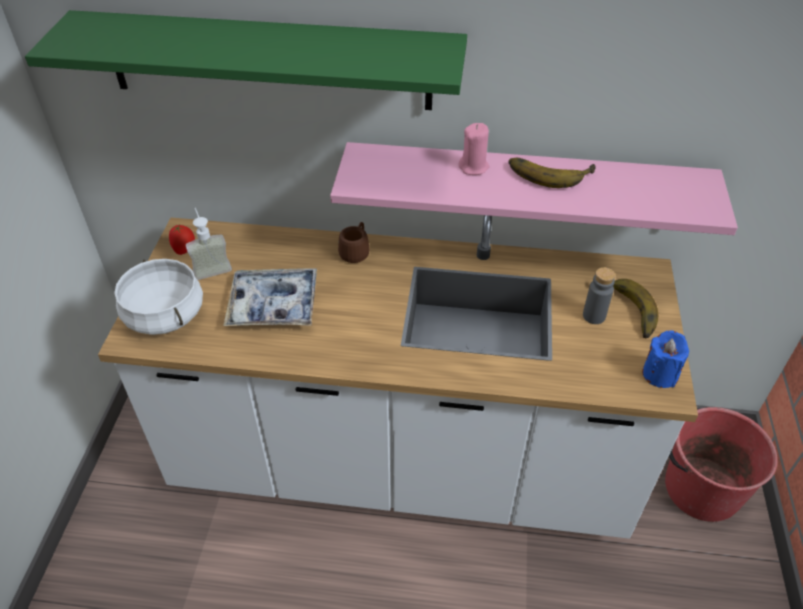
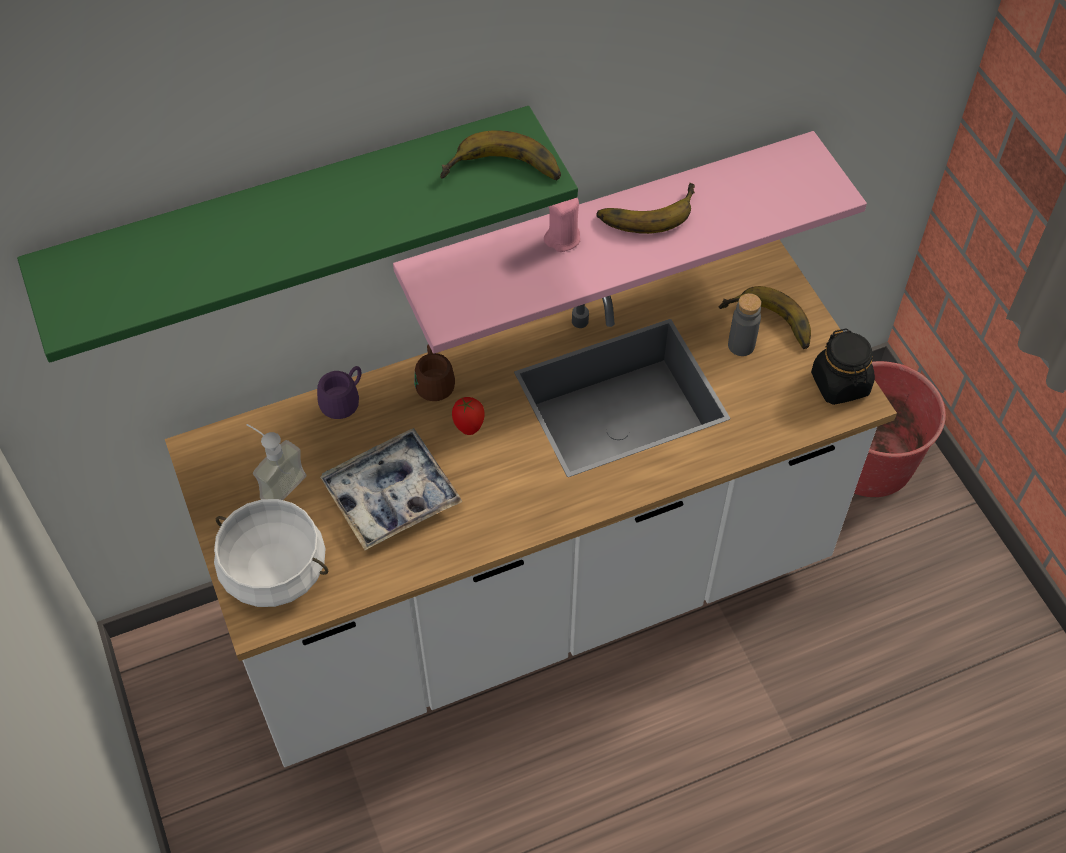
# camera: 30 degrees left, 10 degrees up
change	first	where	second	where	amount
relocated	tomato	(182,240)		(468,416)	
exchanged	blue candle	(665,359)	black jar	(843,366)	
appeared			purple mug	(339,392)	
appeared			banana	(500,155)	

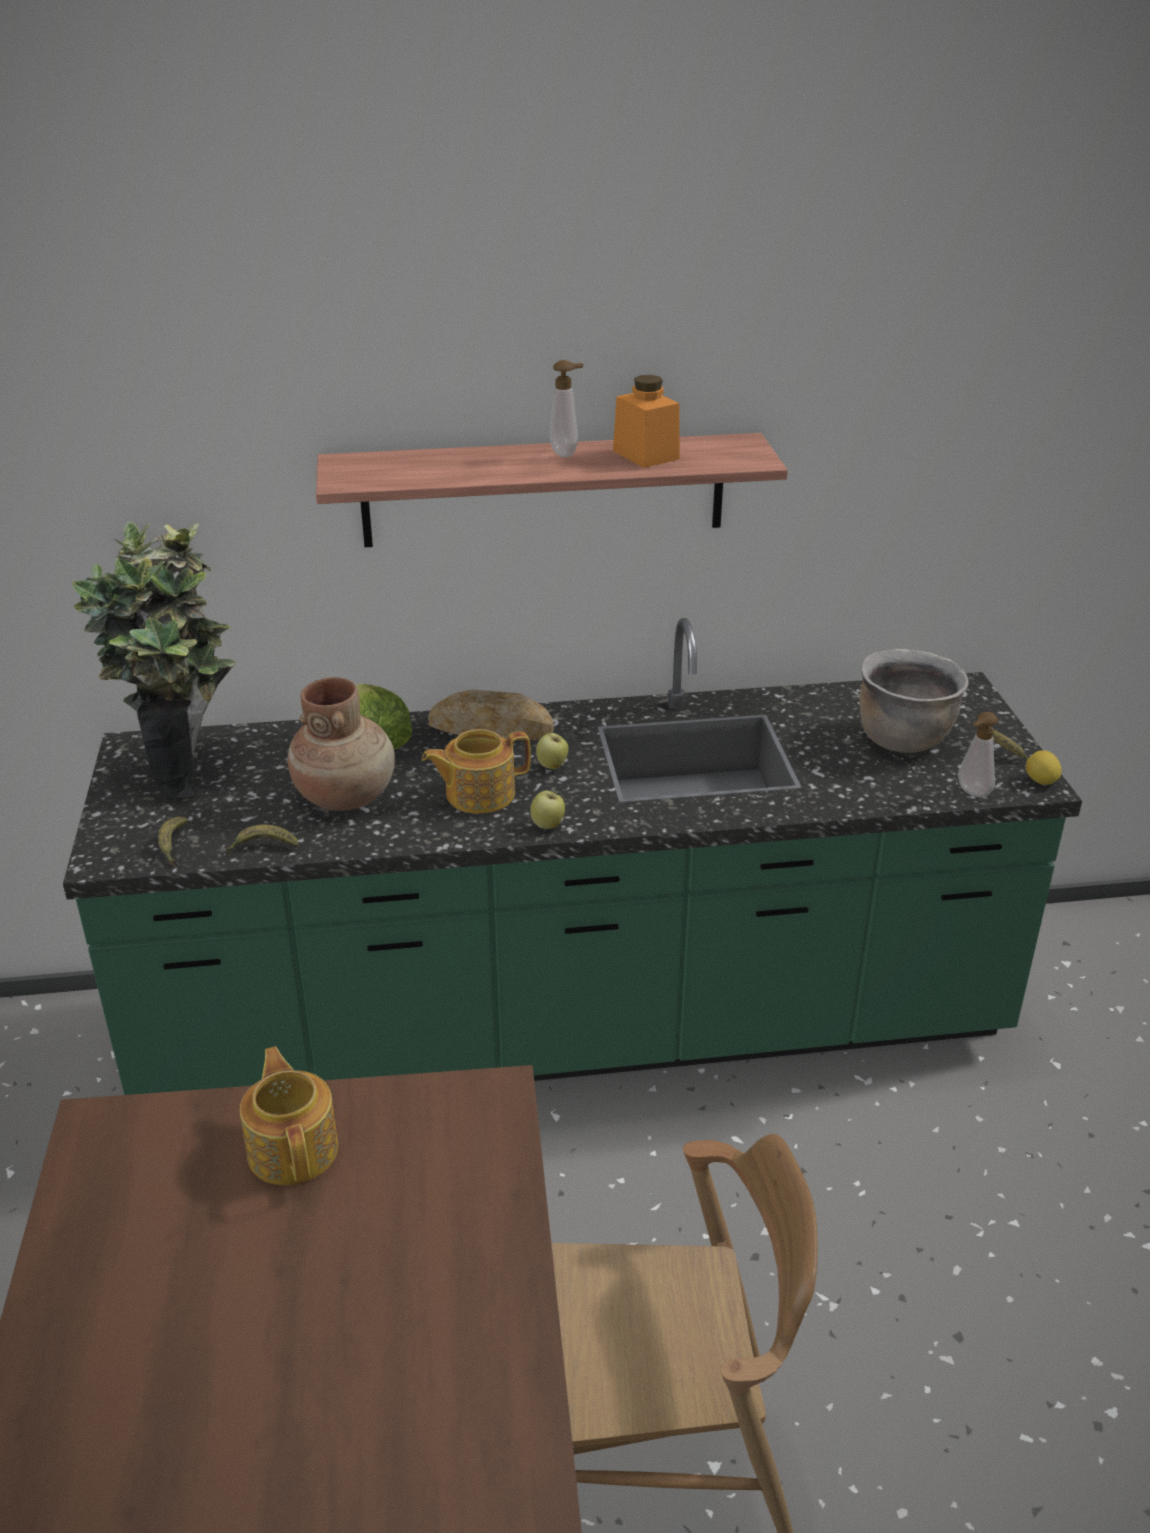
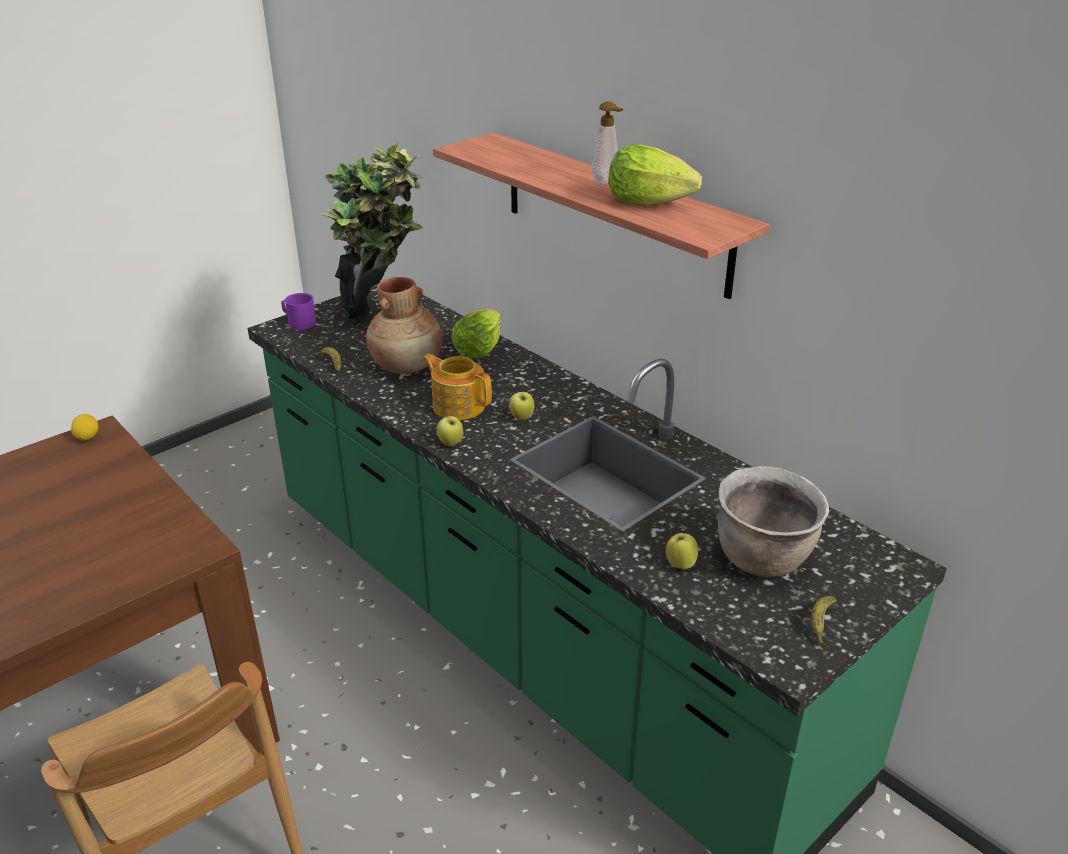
# camera: 55 degrees right, 0 degrees up
change	first	where	second	where	amount
missing	banana	(173,842)			
missing	teapot	(289,1116)			
missing	bread	(490,714)			
exchanged	orange jar	(646,421)	lettuce	(655,174)	
missing	soap dispenser	(978,754)			
relocated	lemon	(1043,767)		(85,427)	
appeared			purple mug	(298,311)	
appeared			apple	(682,550)	

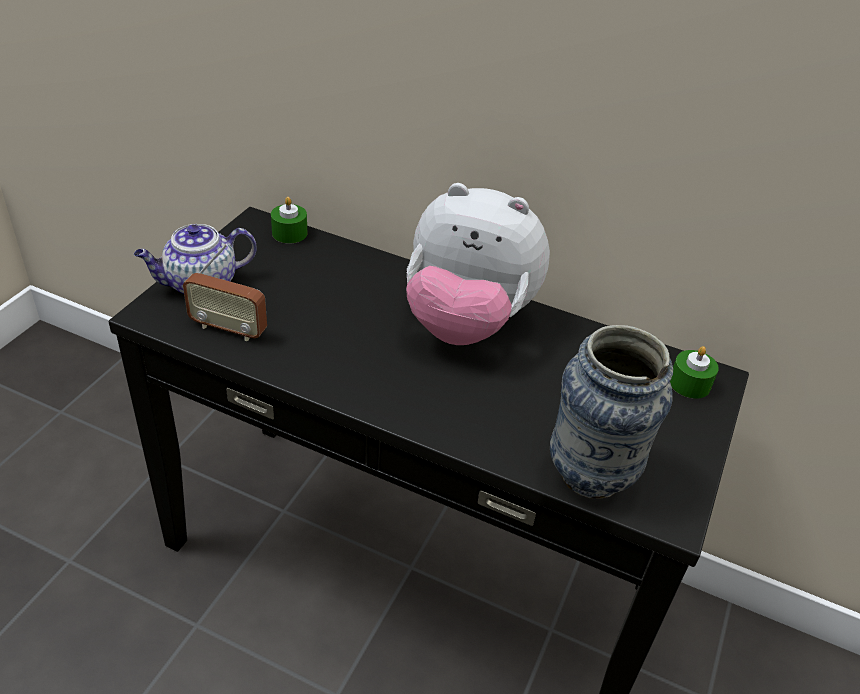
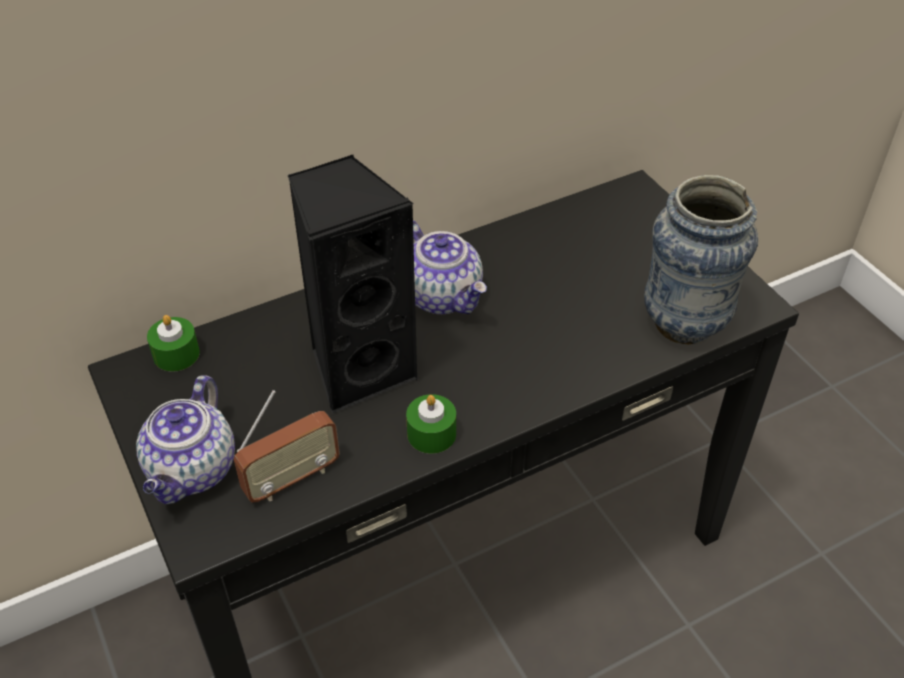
# camera: 50 degrees left, 5 degrees up
change	first	where	second	where	amount
exchanged	plush toy	(478,264)	teapot	(450,267)	
relocated	green candle	(694,372)		(431,424)	
appeared			black speaker	(354,284)	

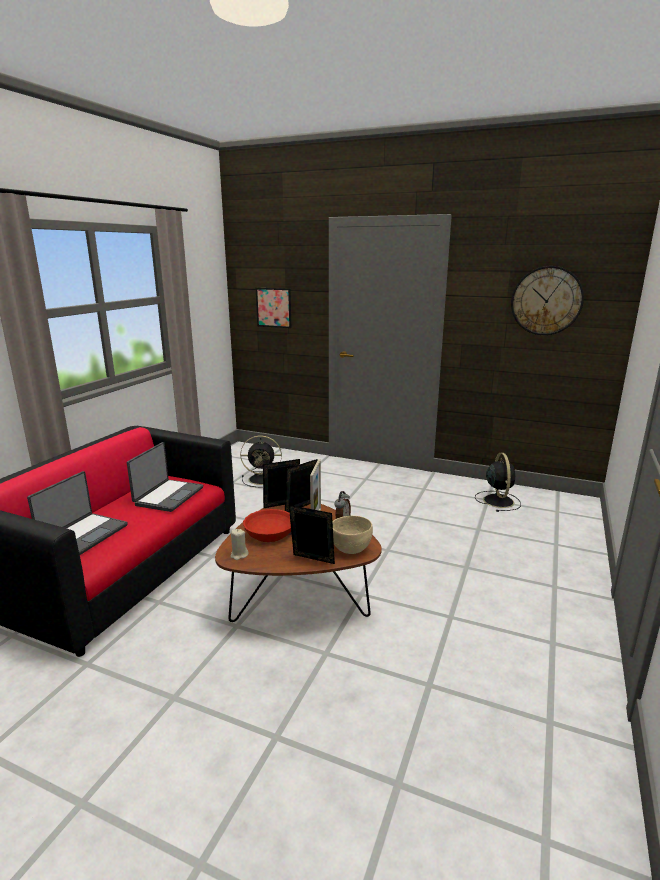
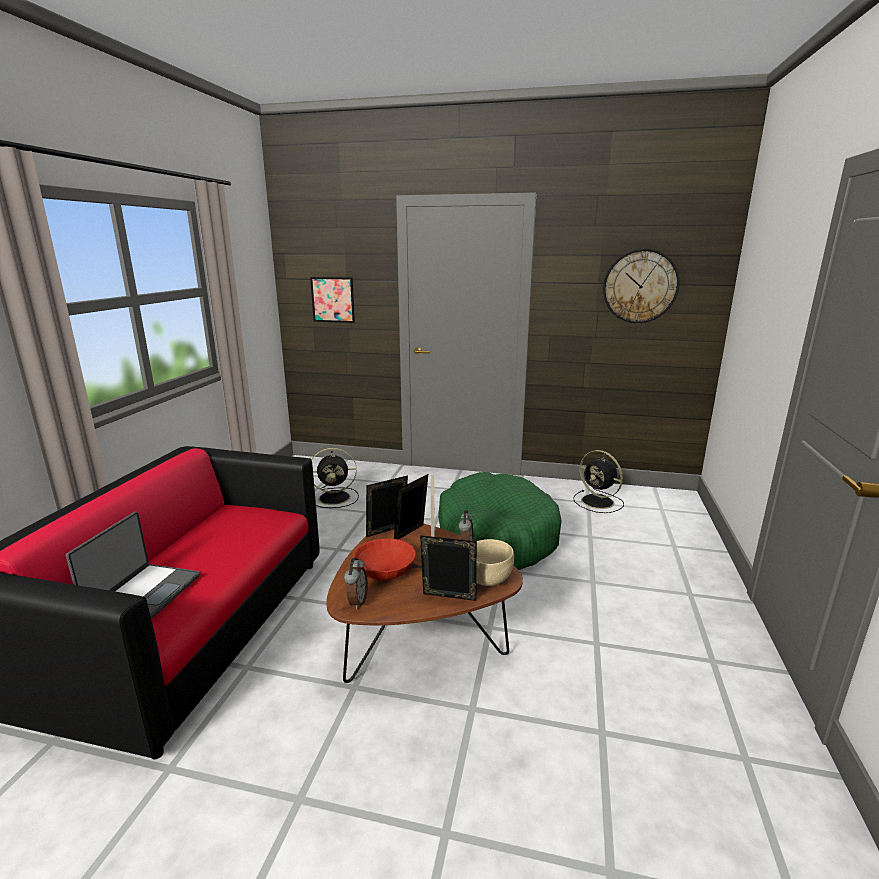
# camera: 10 degrees left, 0 degrees up
change	first	where	second	where	amount
missing	laptop	(165,477)			
exchanged	beige candle	(239,544)	alarm clock	(356,583)	
spun	black fan	(498,482)		(598,481)	150 degrees clockwise
appeared			green dog bed	(500,521)	

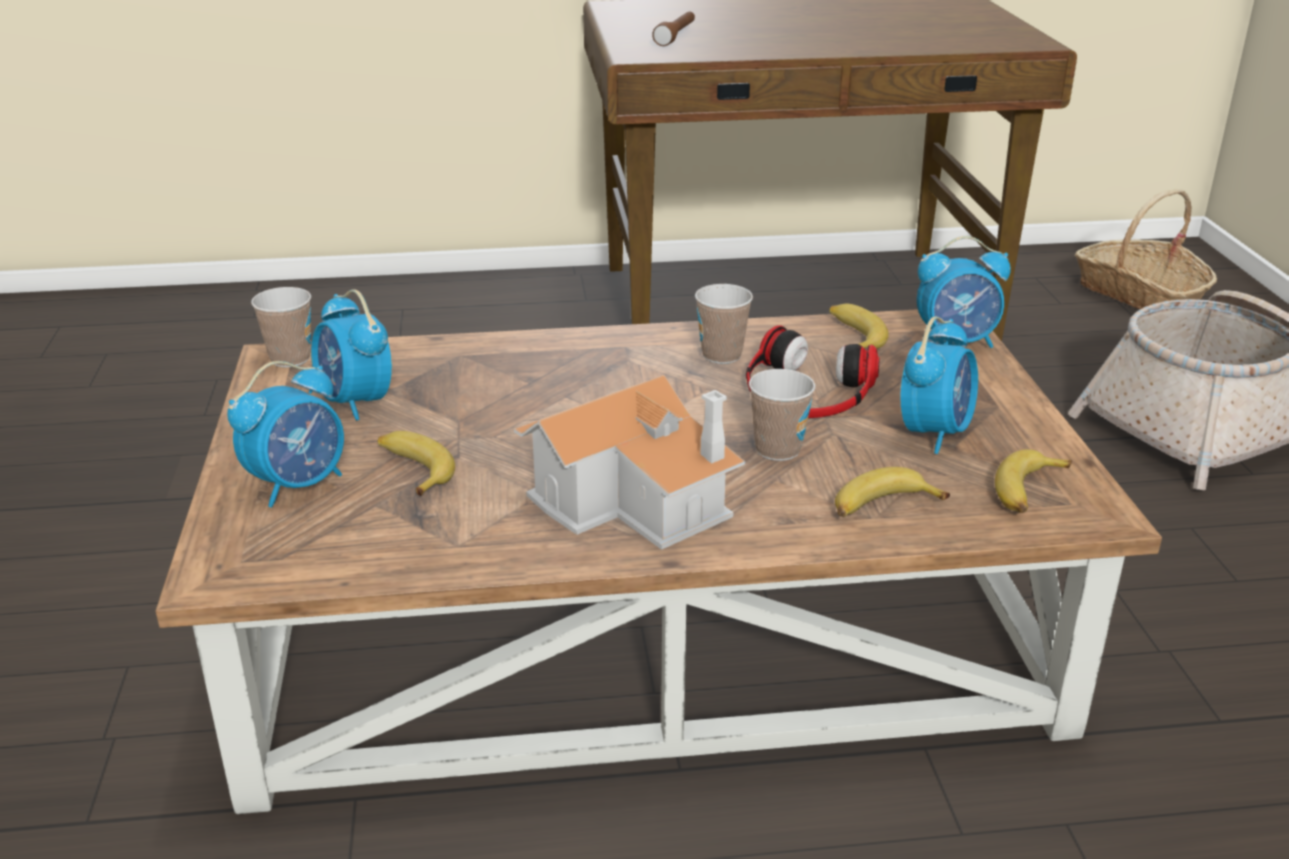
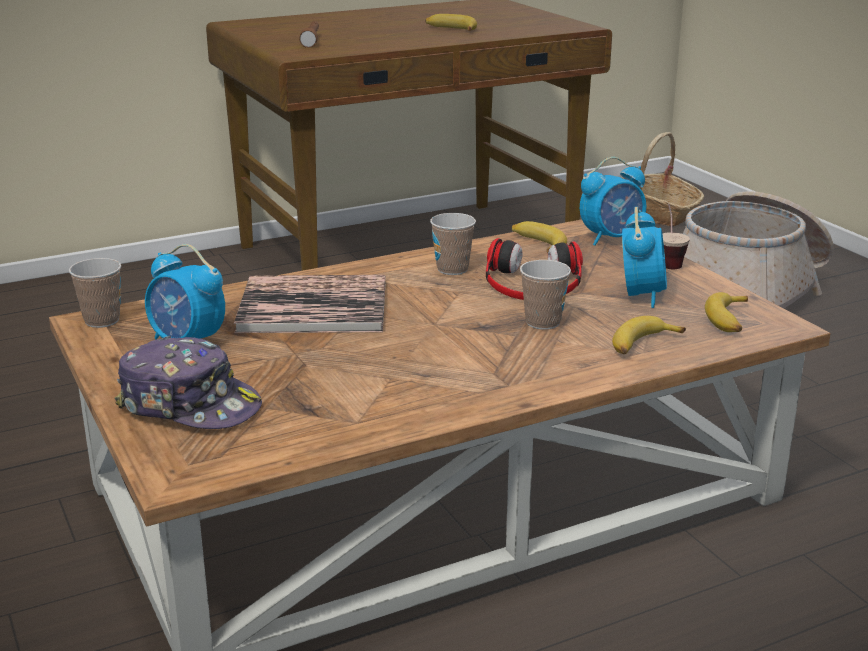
# camera: 20 degrees left, 5 degrees down
change	first	where	second	where	amount
exchanged	alarm clock	(285,434)	cap	(188,382)	
relocated	banana	(416,463)		(451,22)	
missing	toy house	(629,462)			
appeared			book	(310,304)	
appeared			cup	(676,236)	

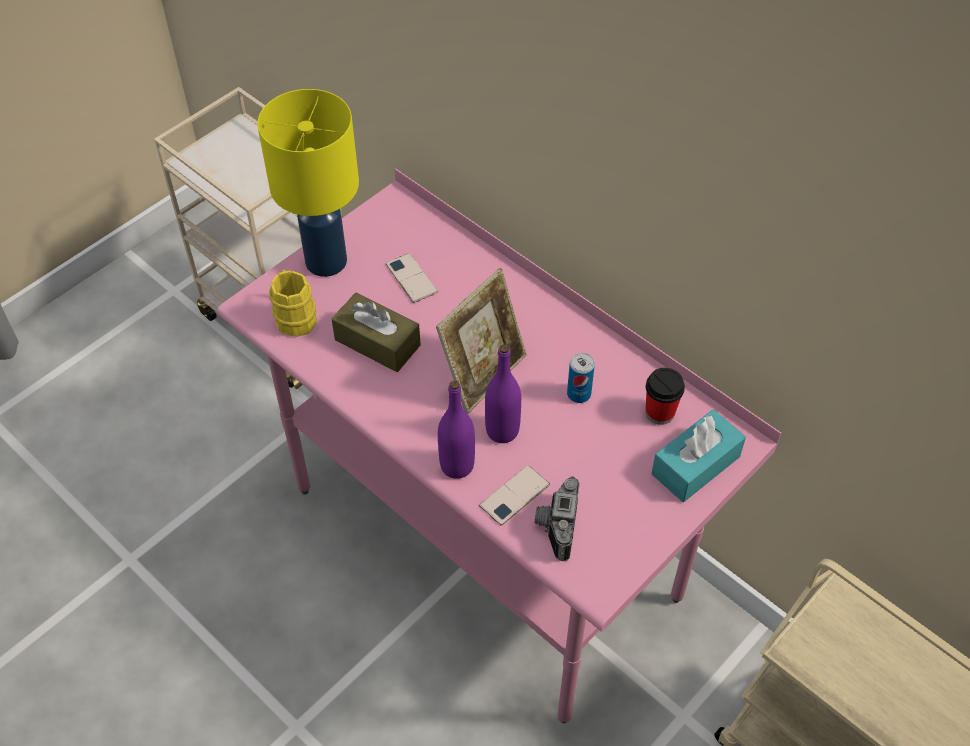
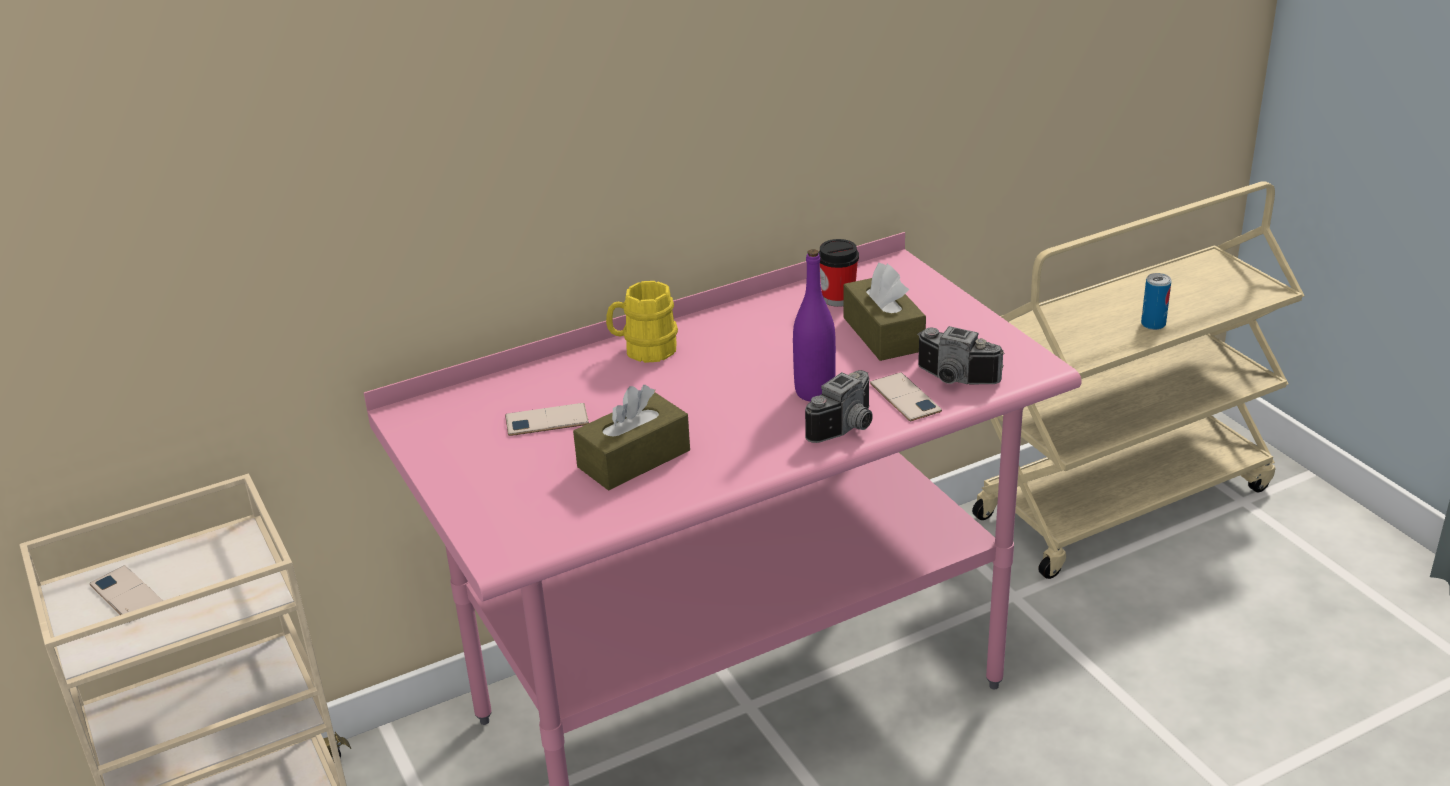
# camera: 70 degrees left, 20 degrees down
change	first	where	second	where	amount
missing	yellow table lamp	(308,183)			
relocated	yellow mug	(293,303)		(642,322)	
missing	picture frame	(481,341)			
exchanged	purple bottle	(456,429)	photo camera	(839,406)	
relocated	can	(581,378)		(1156,301)	
missing	turquoise tissue box	(698,456)			
appeared			phone	(126,590)	
appeared			brown tissue box	(885,312)	

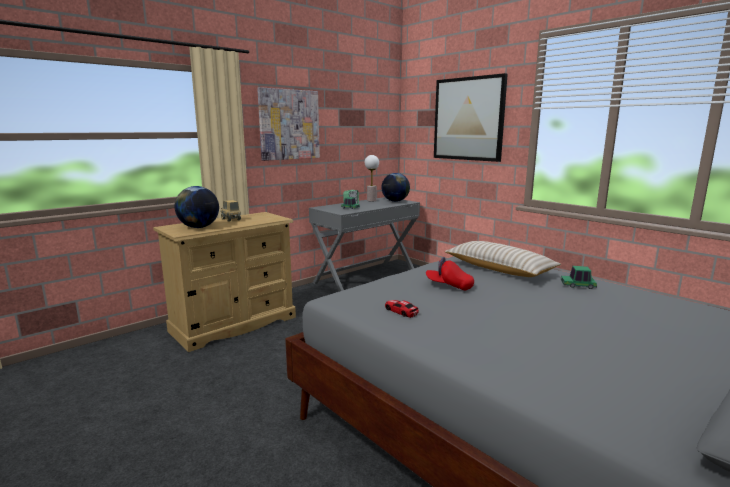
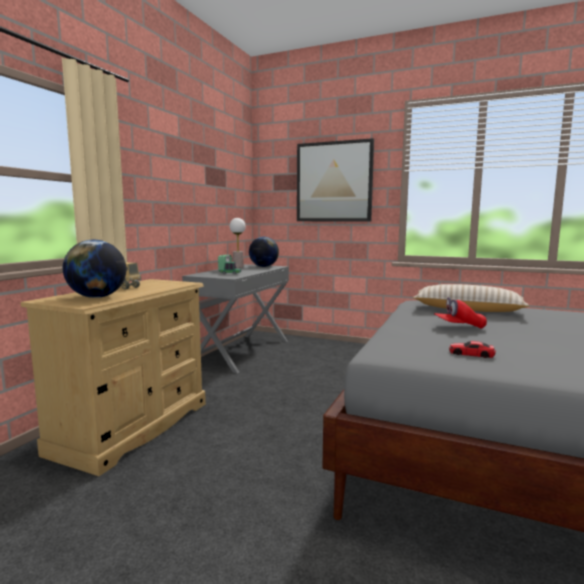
# camera: 25 degrees left, 5 degrees down
change	first	where	second	where	amount
missing	picture	(288,124)			
missing	toy car	(579,277)			

